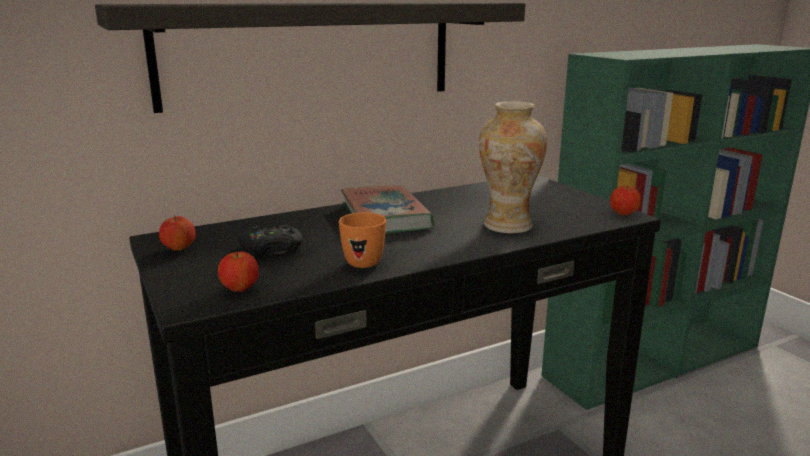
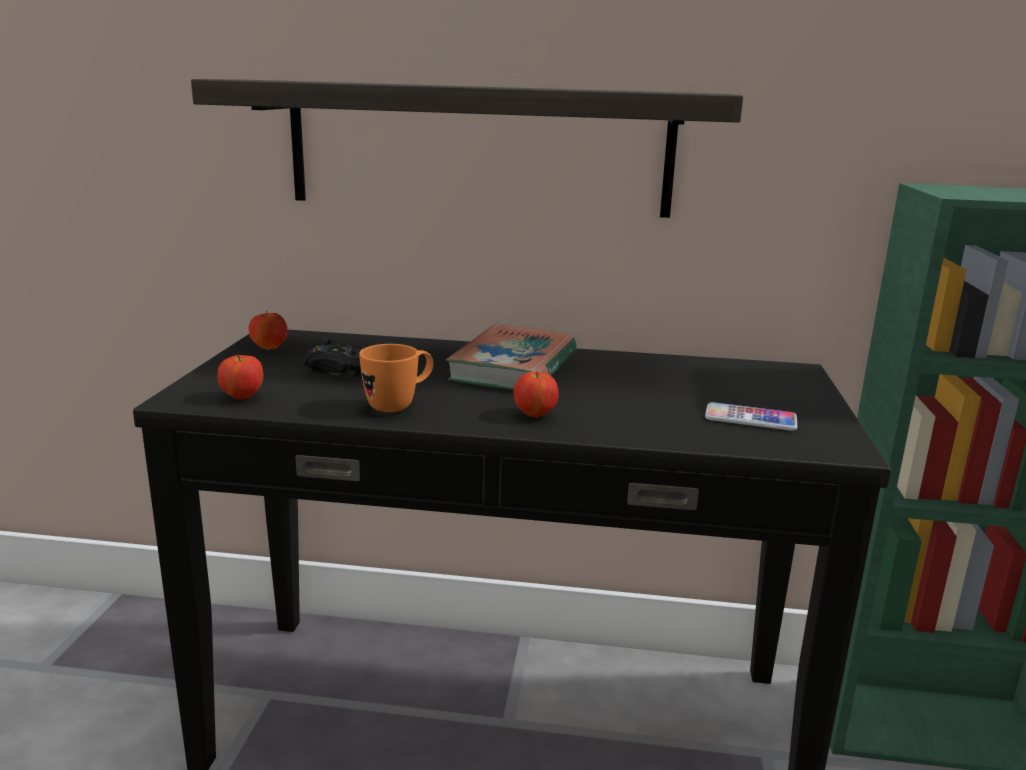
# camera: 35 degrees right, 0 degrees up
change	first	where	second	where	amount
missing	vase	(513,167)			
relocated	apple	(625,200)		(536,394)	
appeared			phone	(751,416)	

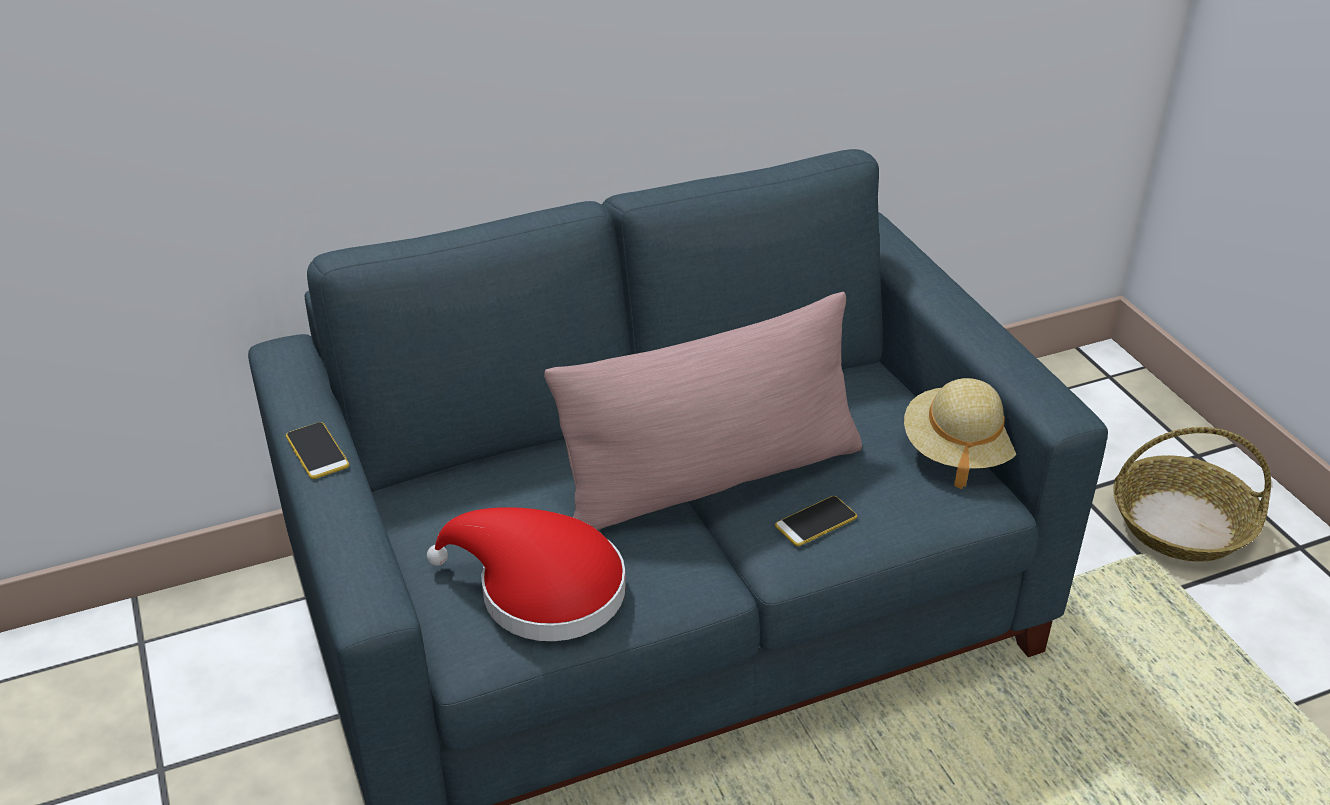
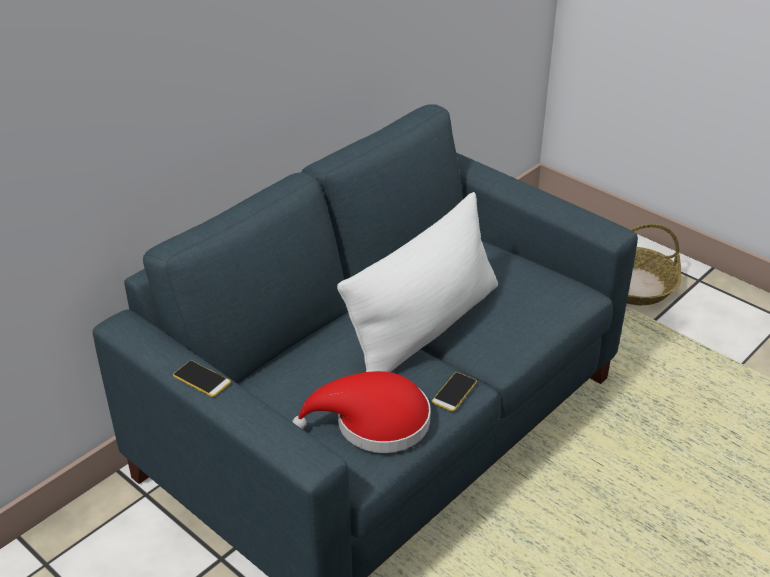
# camera: 25 degrees left, 0 degrees up
change	first	where	second	where	amount
colour	pink pillow	(703,411)	white pillow	(417,282)	
relocated	phone	(816,521)		(454,392)	
missing	beige hat	(960,433)			

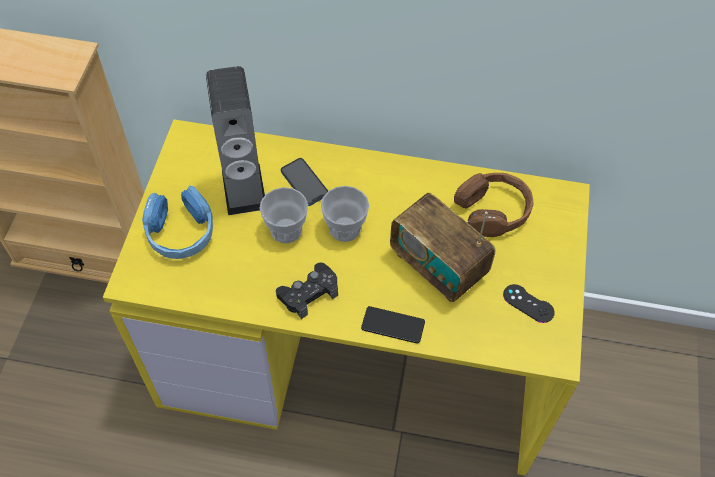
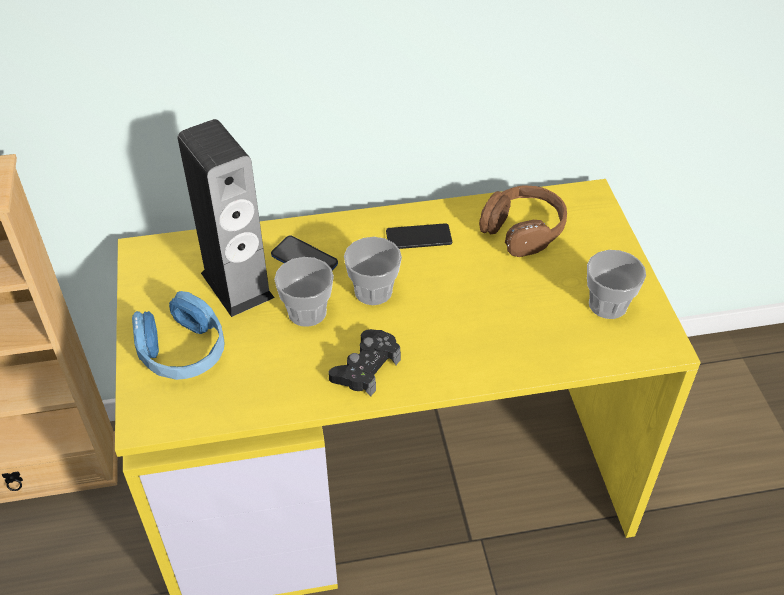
# camera: 20 degrees left, 10 degrees down
change	first	where	second	where	amount
relocated	phone	(393,325)		(419,236)	
missing	radio	(442,247)			
exchanged	black game controller	(529,303)	cup	(616,284)	

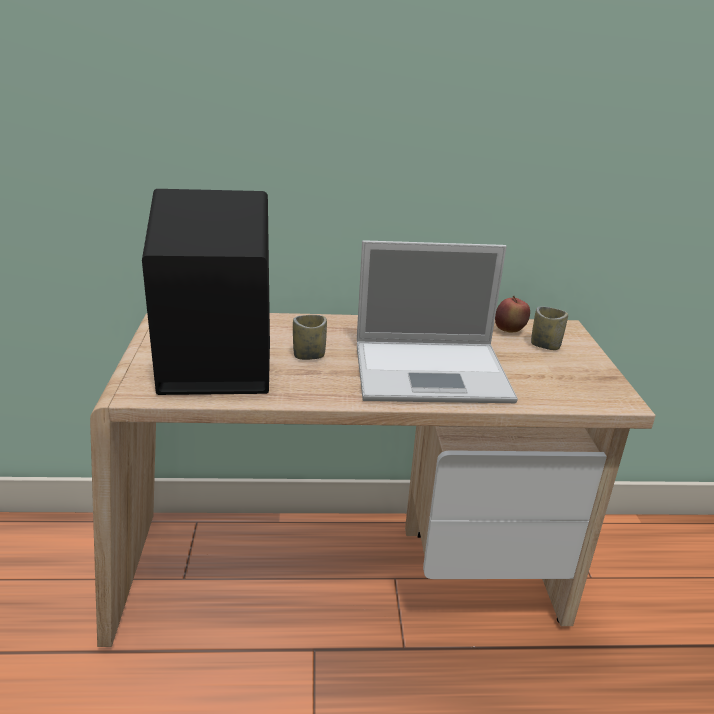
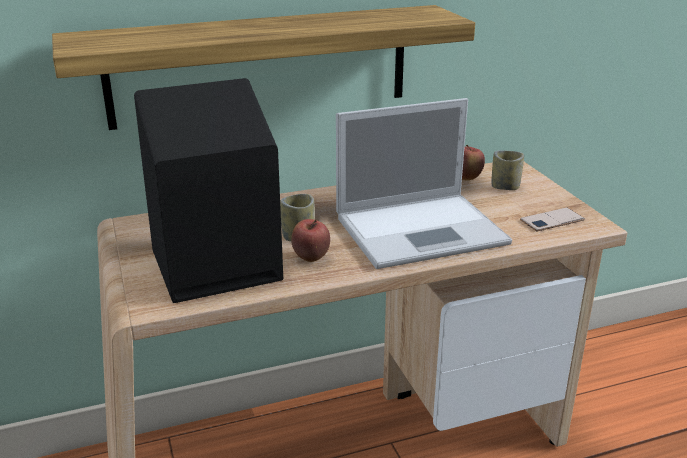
# camera: 15 degrees left, 0 degrees up
change	first	where	second	where	amount
appeared			shelf	(263,67)	
appeared			apple	(310,240)	
appeared			phone	(552,219)	

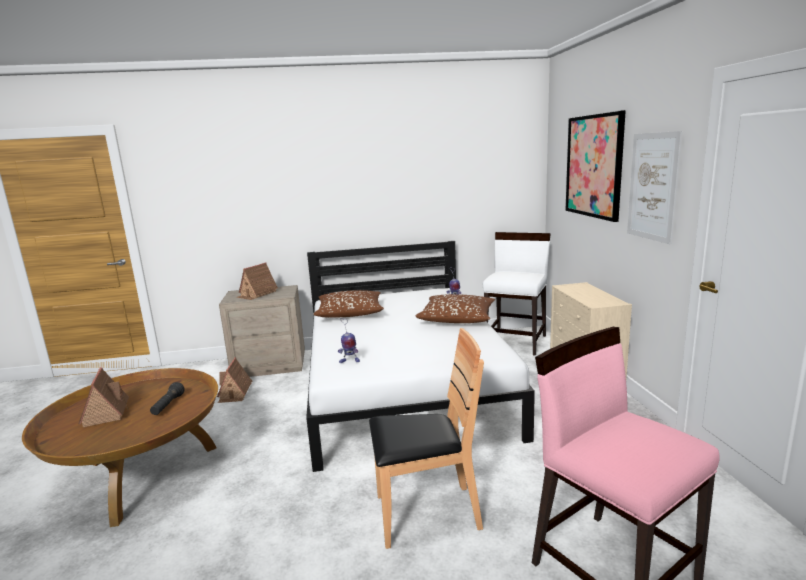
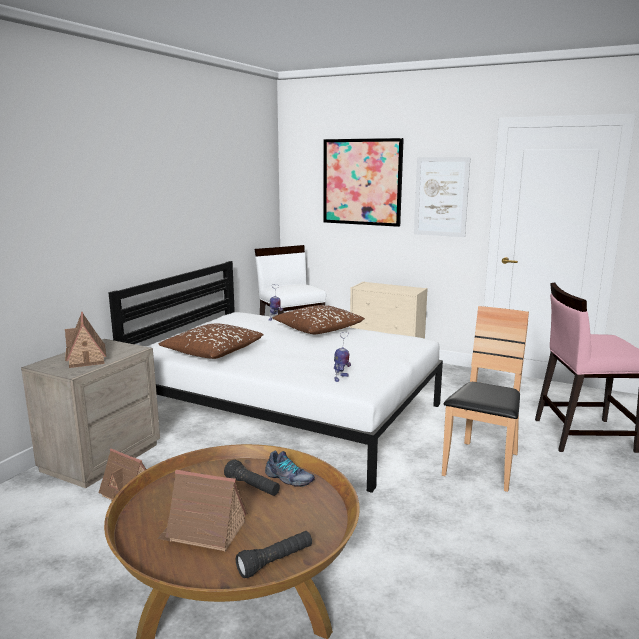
# camera: 55 degrees left, 0 degrees up
change	first	where	second	where	amount
appeared			black flashlight	(274,554)	
appeared			shoe	(290,469)	

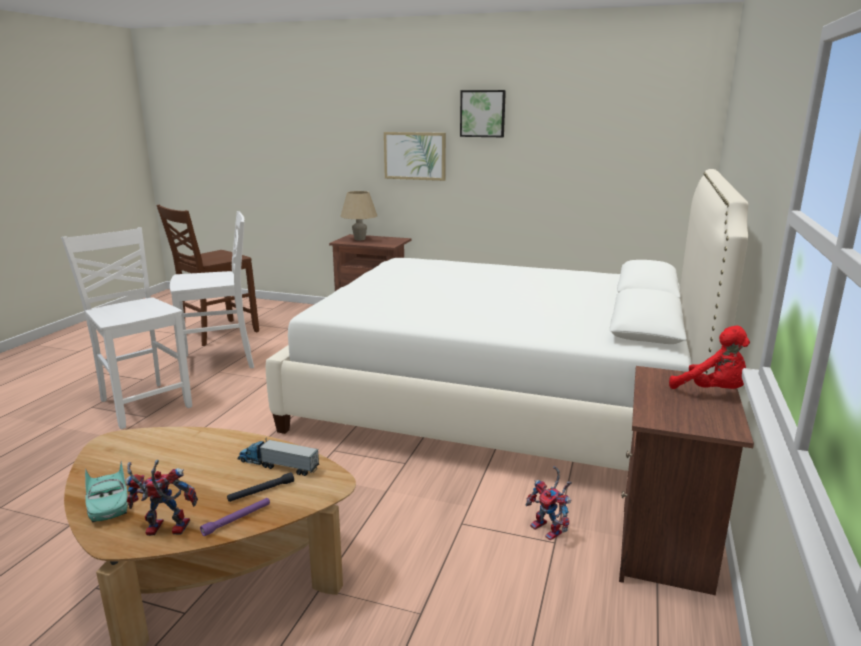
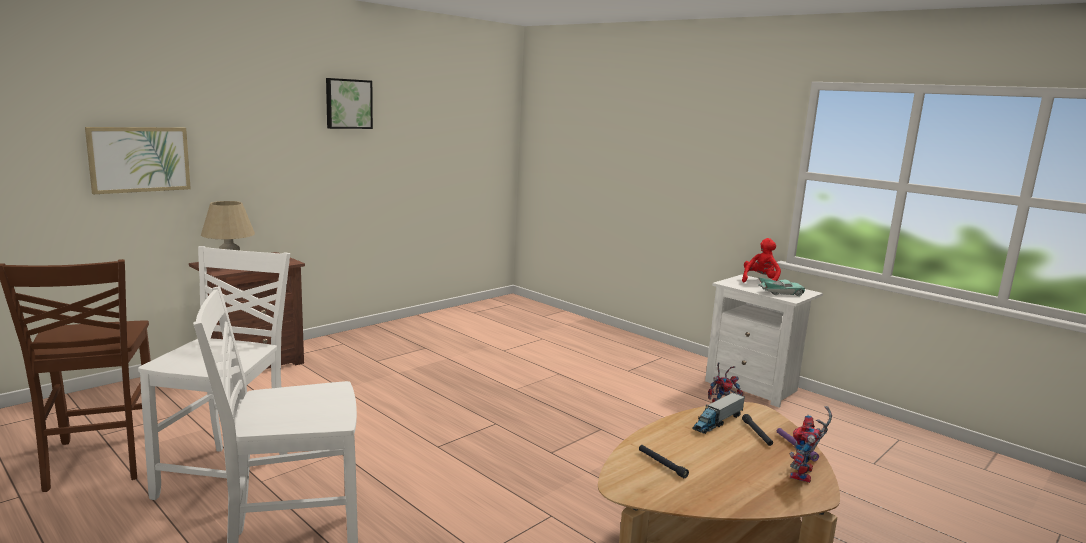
# camera: 65 degrees left, 5 degrees down
change	first	where	second	where	amount
relocated	turquoise toy car	(106,491)		(781,286)	
missing	white bed	(507,320)			
relocated	picture	(415,156)		(138,160)	
colour	brown nightstand	(686,480)	white nightstand	(764,341)	
spun	red plush toy	(709,357)		(761,260)	45 degrees counterclockwise
appeared			black flashlight	(664,461)	

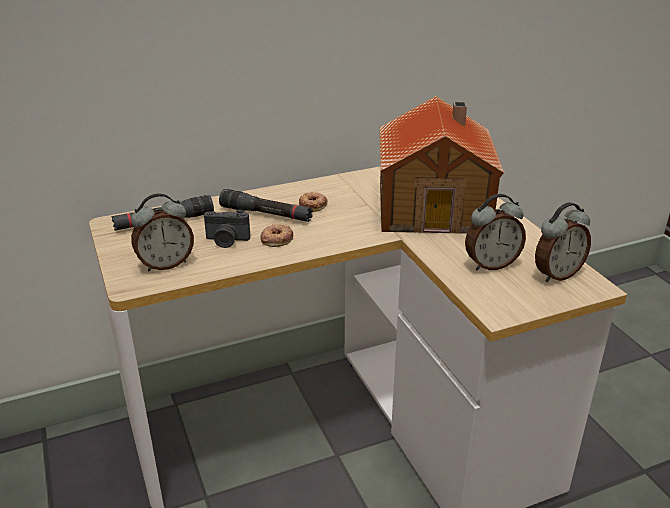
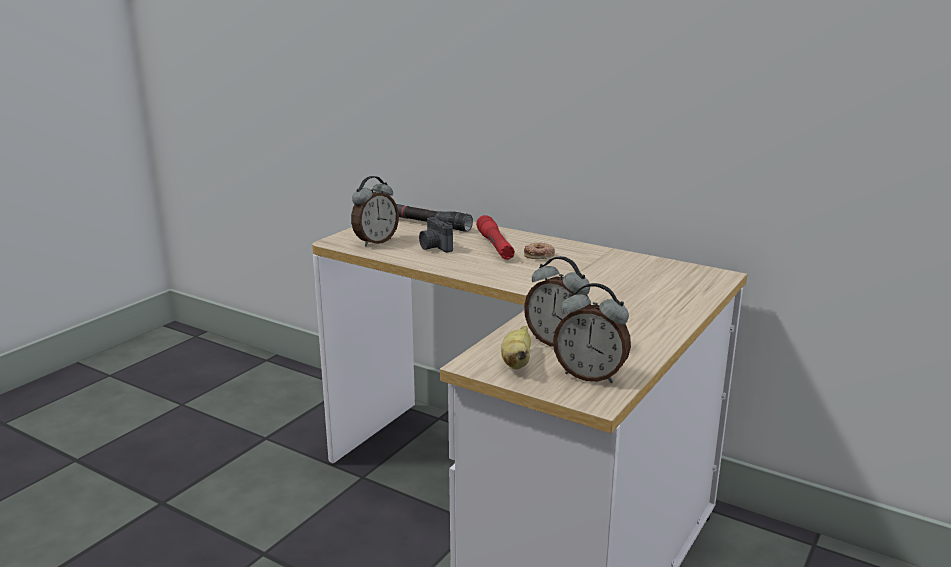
# camera: 55 degrees right, 10 degrees down
change	first	where	second	where	amount
spun	alarm clock	(162,232)		(375,211)	75 degrees counterclockwise
colour	black flashlight	(266,205)	red flashlight	(495,237)	
missing	donut	(276,235)			
missing	toy house	(441,165)			
appeared			banana	(516,348)	

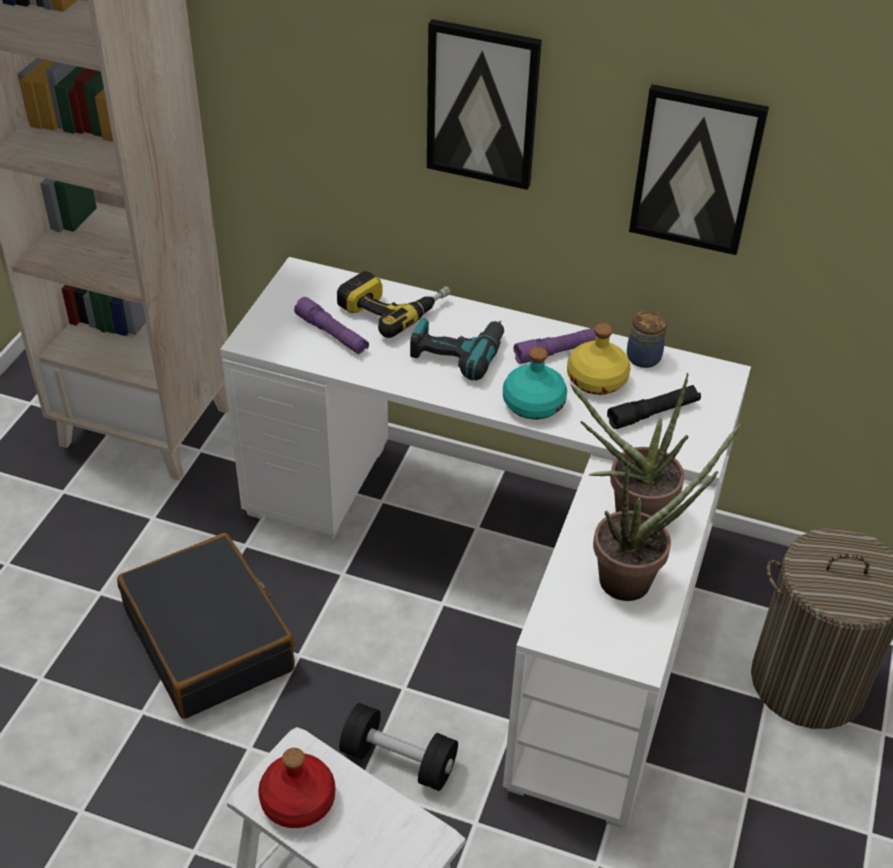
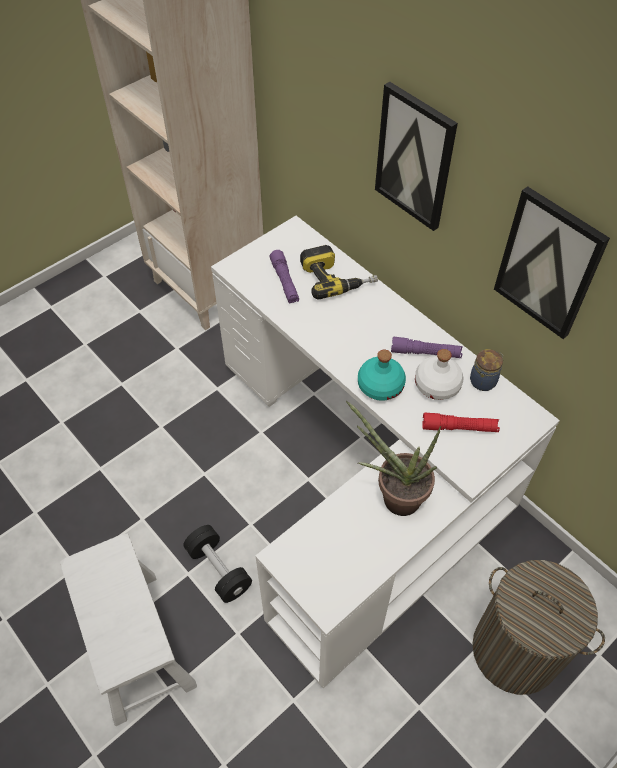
# camera: 30 degrees right, 10 degrees up
change	first	where	second	where	amount
missing	black suitcase	(206,626)			
missing	red bottle	(296,788)			
missing	power drill	(457,349)			
colour	yellow bottle	(598,359)	white bottle	(439,374)	
missing	potted plant	(667,512)			
colour	black flashlight	(654,407)	red flashlight	(461,422)	

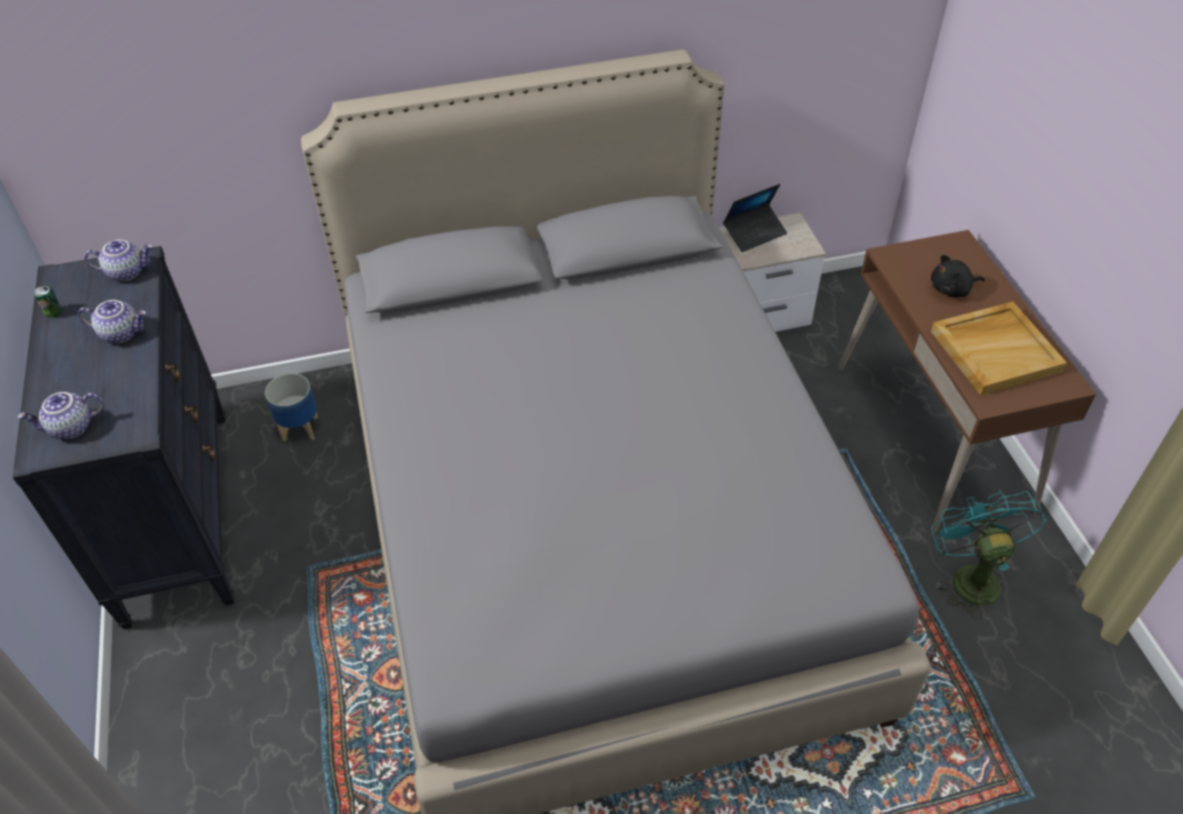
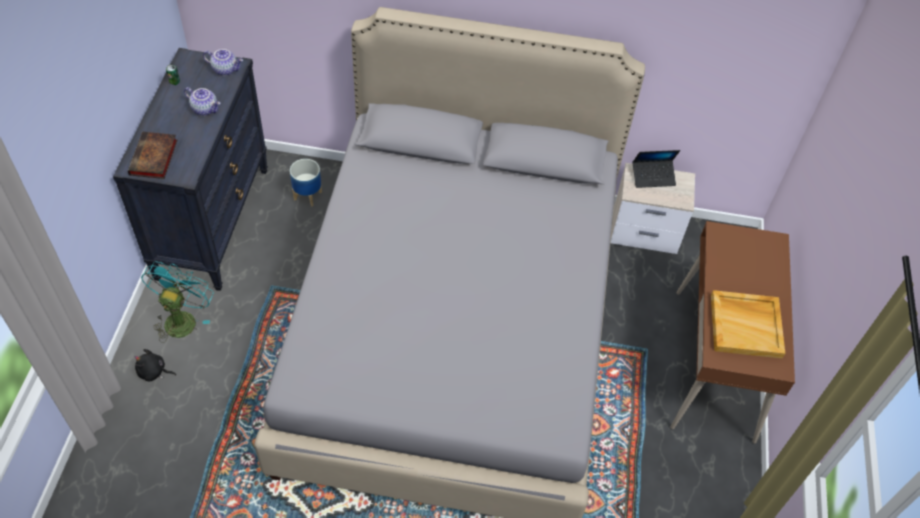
# camera: 20 degrees right, 5 degrees up
change	first	where	second	where	amount
exchanged	teapot	(61,415)	book	(152,155)	
relocated	black plush toy	(958,275)		(155,365)	
relocated	turquoise fan	(988,554)		(177,302)	

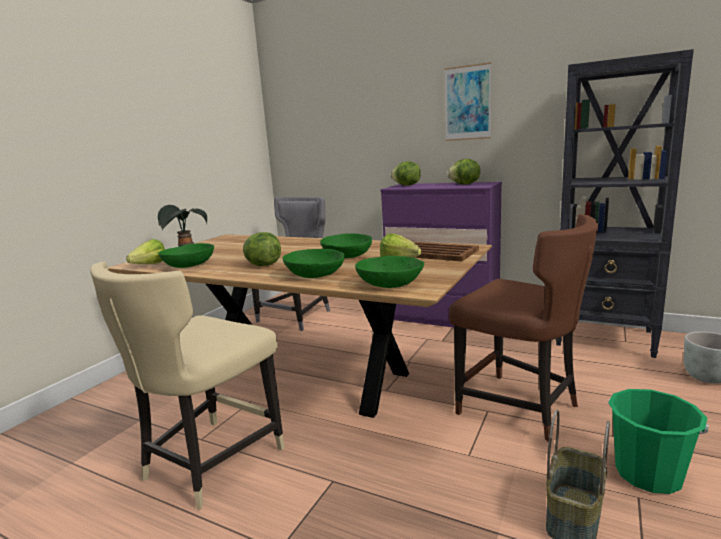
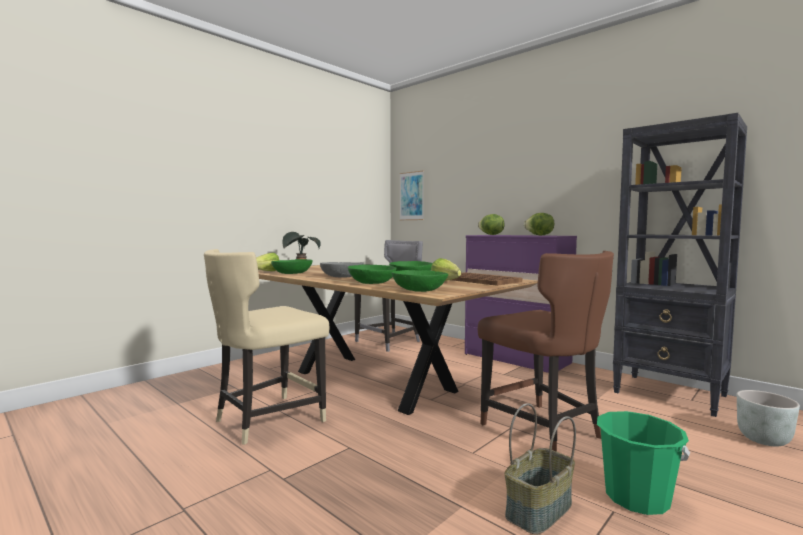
# camera: 15 degrees right, 10 degrees down
change	first	where	second	where	amount
exchanged	lettuce	(262,249)	grey bowl	(342,269)	
relocated	picture	(468,101)		(412,195)	

